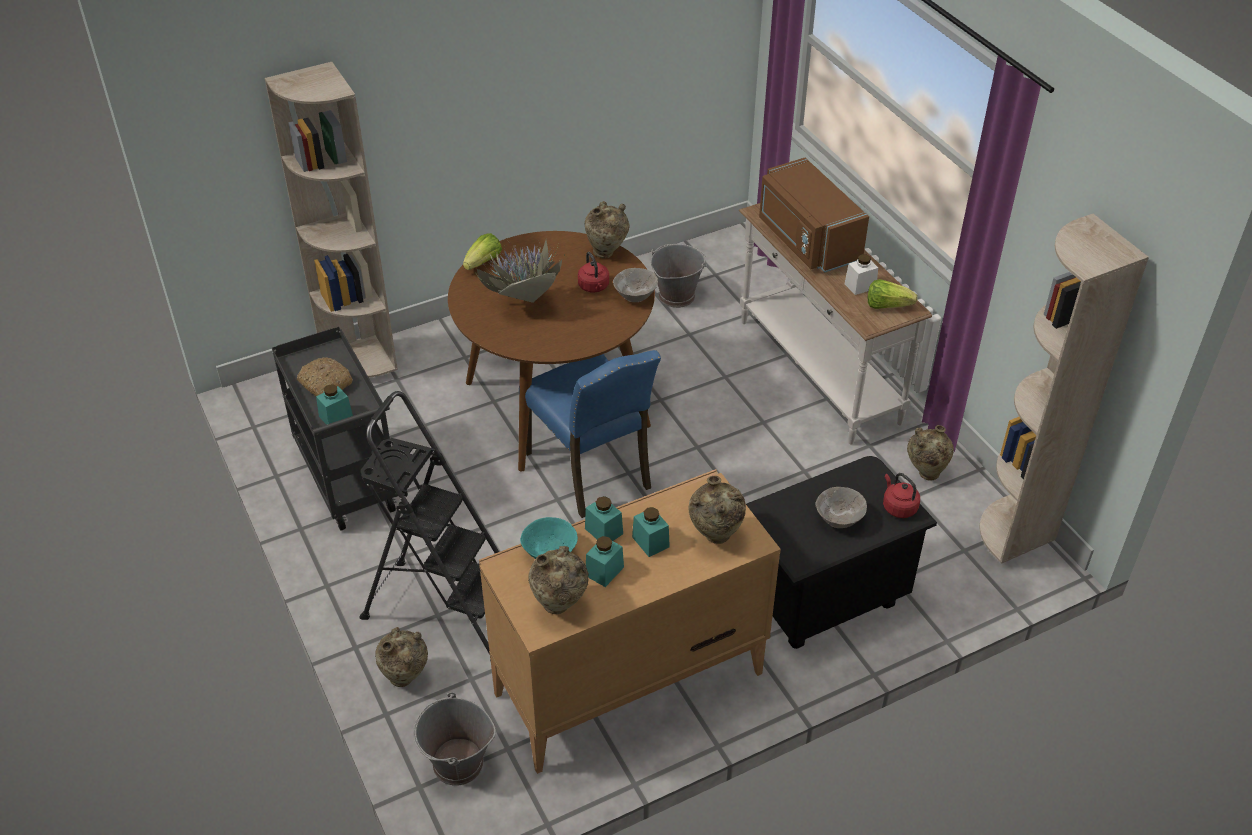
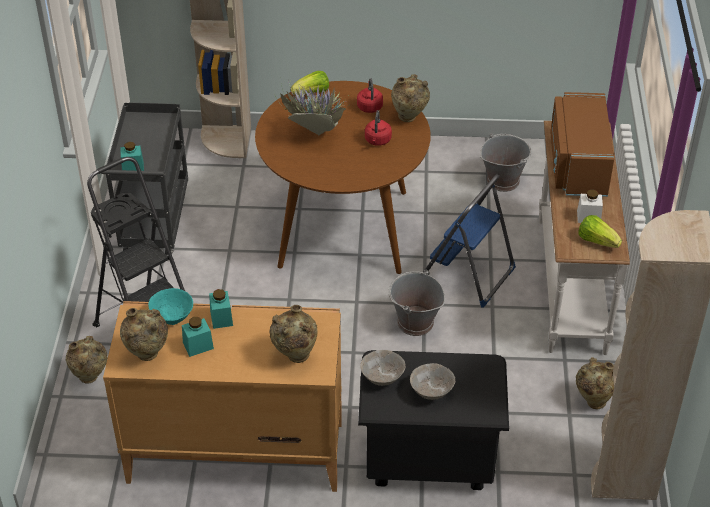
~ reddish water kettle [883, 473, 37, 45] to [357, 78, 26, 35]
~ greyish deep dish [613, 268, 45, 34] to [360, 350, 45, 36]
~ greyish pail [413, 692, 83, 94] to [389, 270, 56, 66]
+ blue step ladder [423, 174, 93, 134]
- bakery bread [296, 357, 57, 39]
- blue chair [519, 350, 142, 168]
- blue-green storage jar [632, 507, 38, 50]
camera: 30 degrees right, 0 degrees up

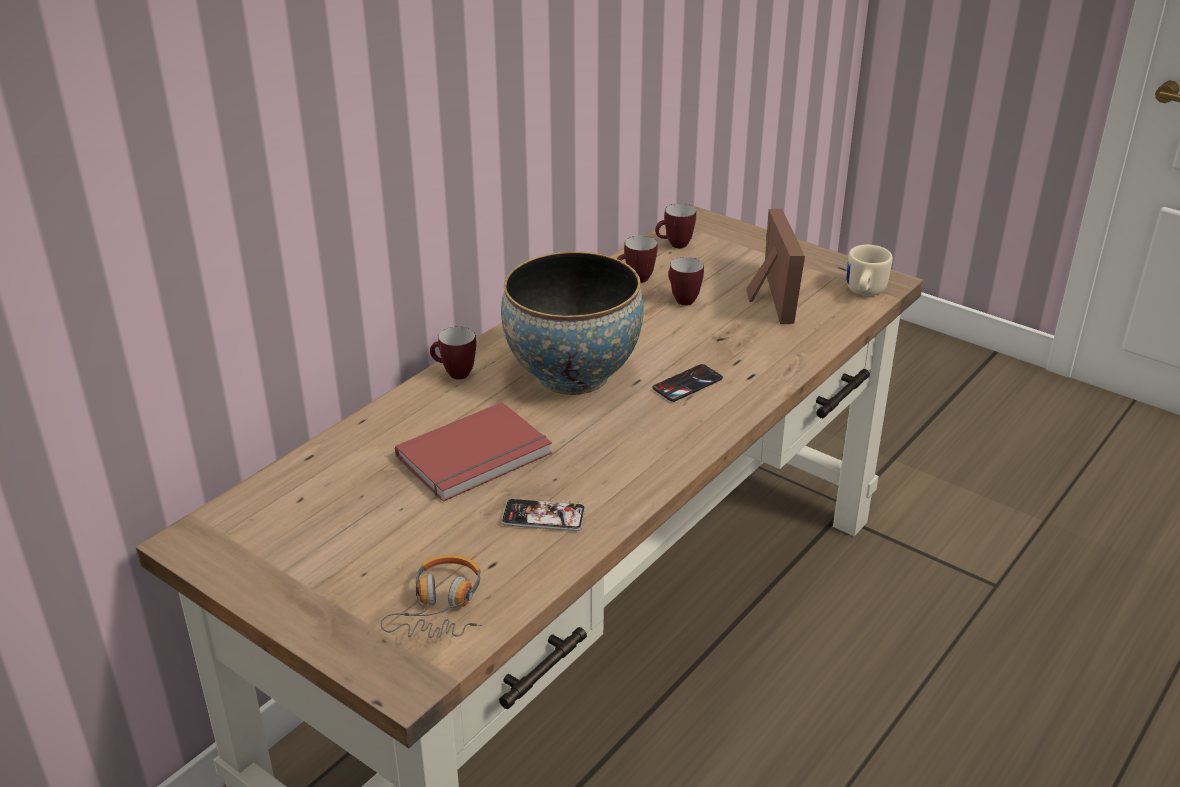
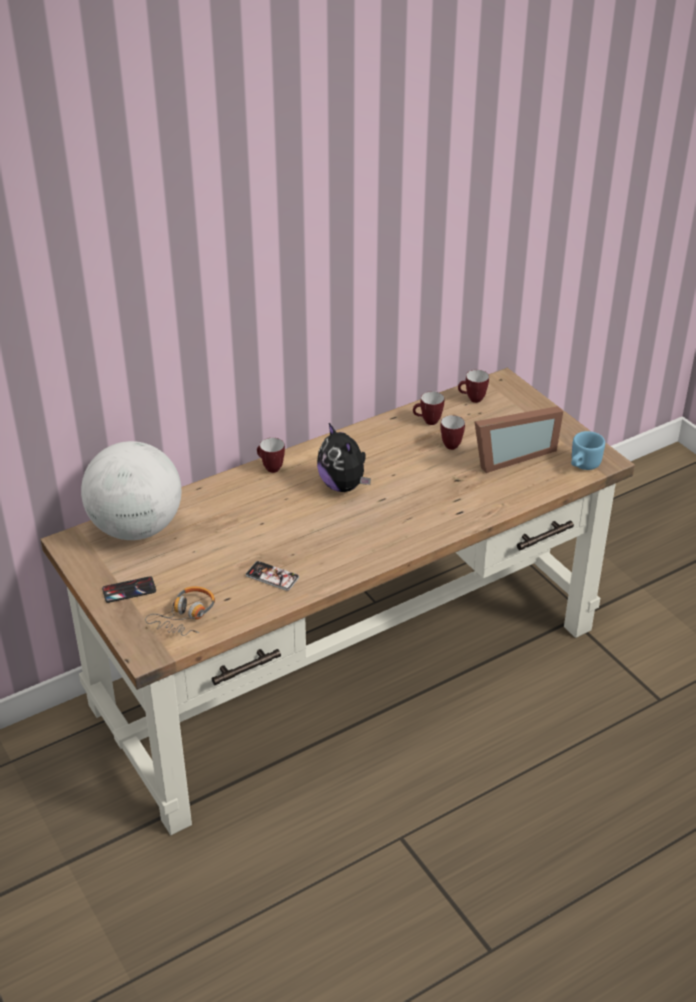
+ globe [81, 441, 101, 99]
~ handset [653, 364, 70, 38] to [102, 576, 54, 27]
~ deep dish [501, 251, 142, 144] to plush toy [317, 423, 54, 69]
~ photo frame [746, 209, 59, 115] = [475, 406, 88, 67] 45 degrees clockwise
~ sand-coloured coffee mug [847, 245, 46, 51] to blue coffee mug [571, 431, 34, 39]
- reddish book [395, 402, 157, 100]
camera: 20 degrees right, 5 degrees up

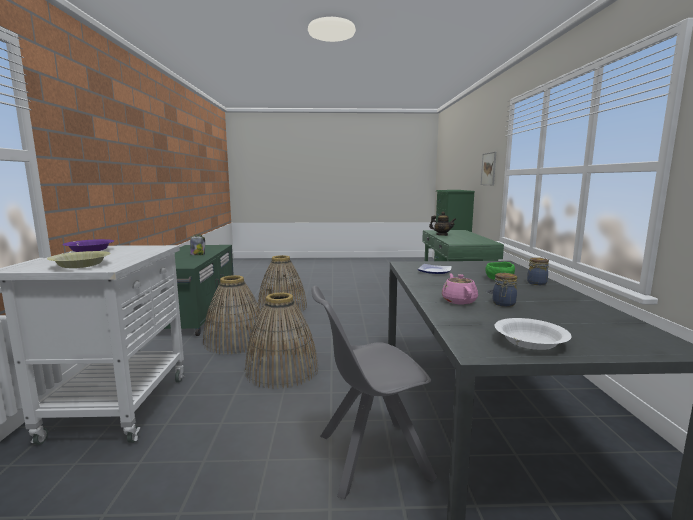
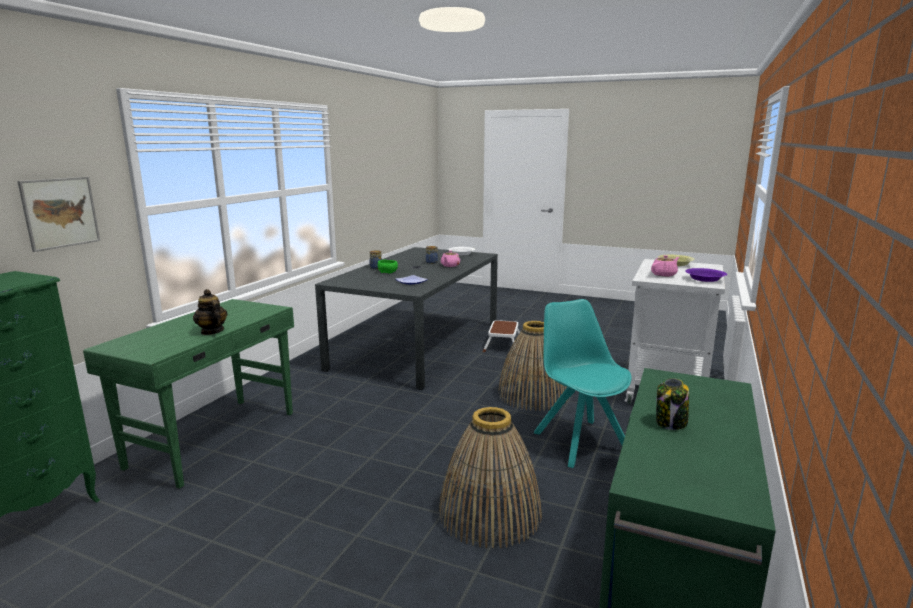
~ greyish chair [311, 286, 126, 213] to brownish step ladder [483, 320, 38, 32]
~ household basket [203, 275, 62, 80] to blue-green chair [534, 299, 98, 169]
+ pinkish teapot [651, 255, 28, 22]
camera: 155 degrees left, 5 degrees up

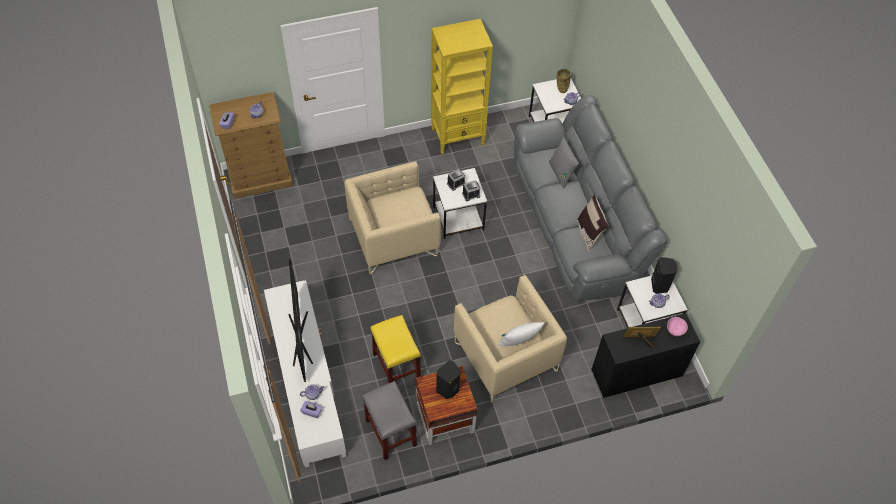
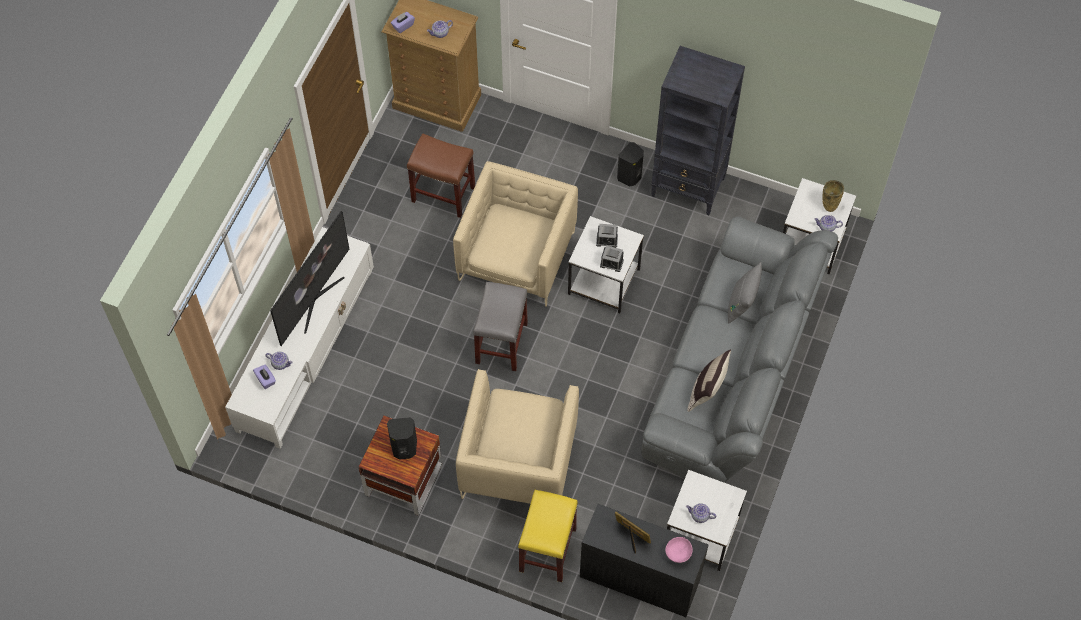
+ brownish stool seat [407, 133, 68, 85]
~ sand-coloured lounge chair [344, 161, 97, 113] = [453, 161, 125, 146] 90 degrees clockwise
~ greyish stool seat [362, 381, 55, 79] to [473, 282, 55, 89]
~ yellow stool seat [371, 315, 50, 68] to [518, 490, 60, 92]
~ black loudspeaker [651, 257, 27, 37] to [617, 142, 27, 45]
~ yellow bookcase [431, 19, 62, 135] to black bookcase [651, 46, 94, 169]
- whitish pillow [498, 322, 47, 24]
camera: 40 degrees right, 5 degrees up

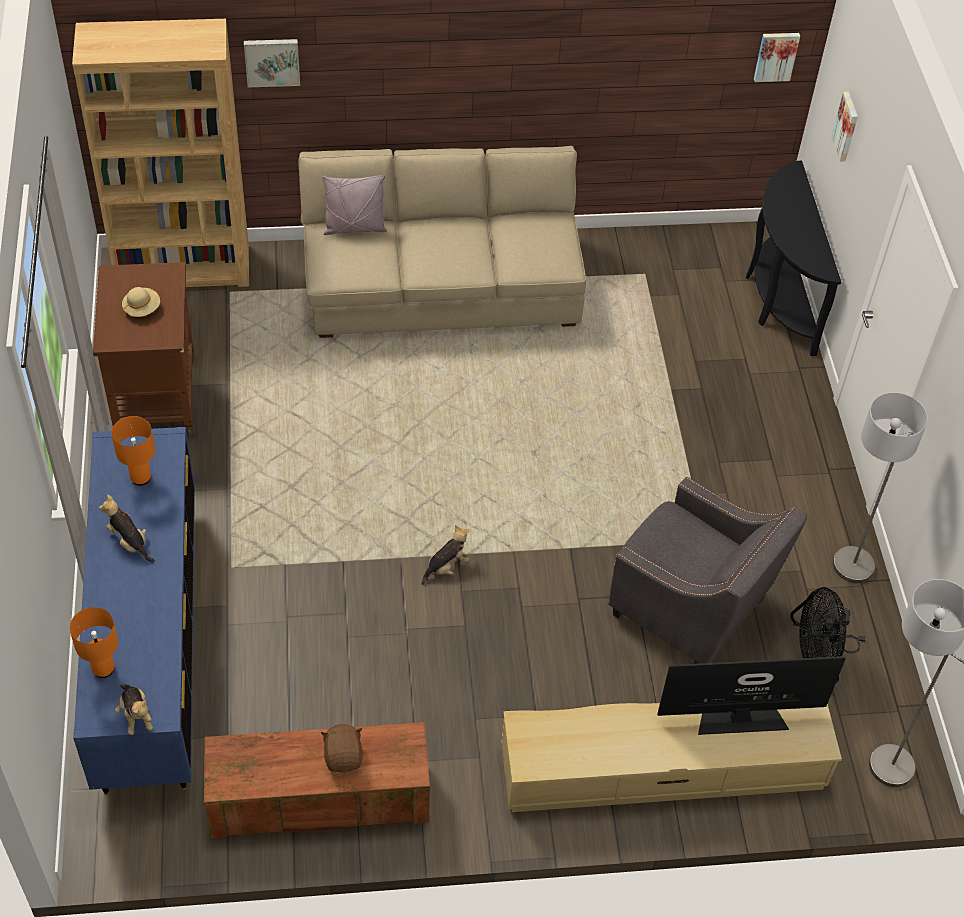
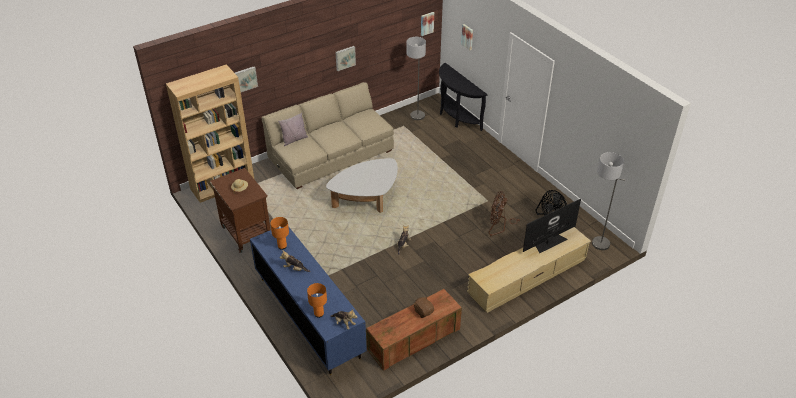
+ whitish coffee table [326, 158, 72, 55]
+ wall art [335, 46, 21, 25]
~ greyish floor lamp [833, 392, 95, 191] to [406, 37, 20, 83]
~ greyish lounge chair [608, 477, 199, 187] to brownish electric fan [489, 191, 32, 46]
camera: 25 degrees left, 10 degrees down

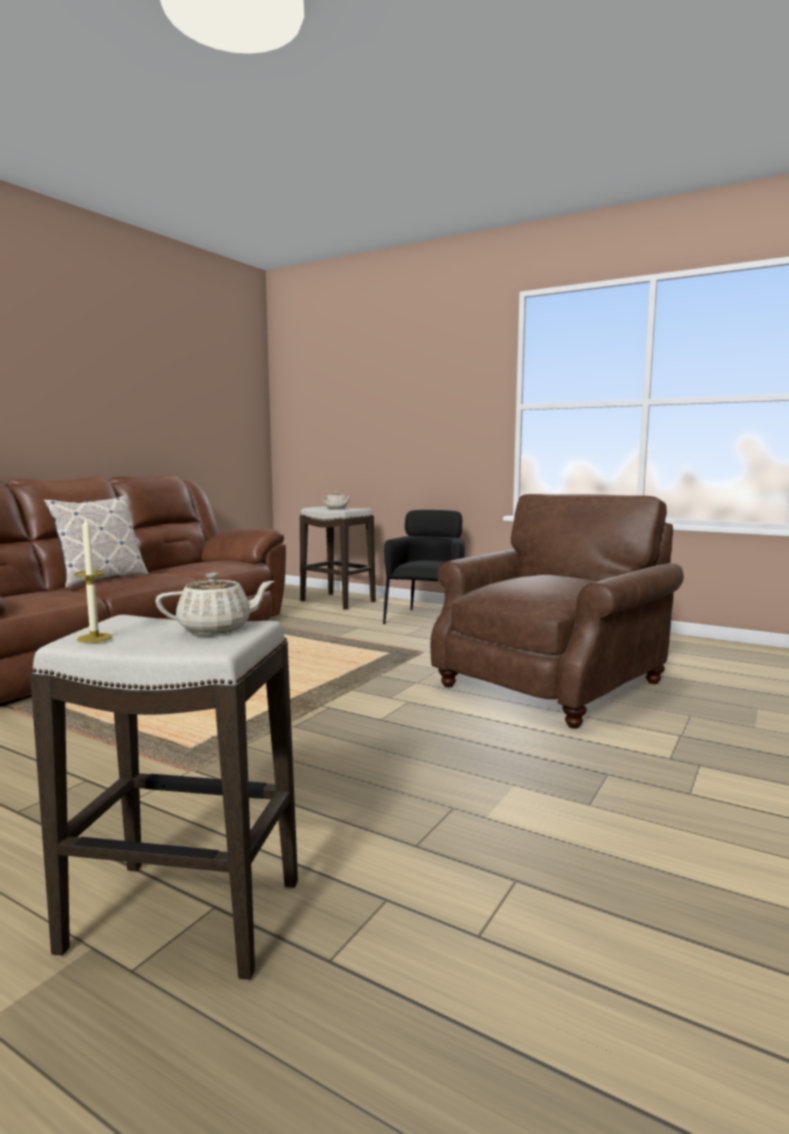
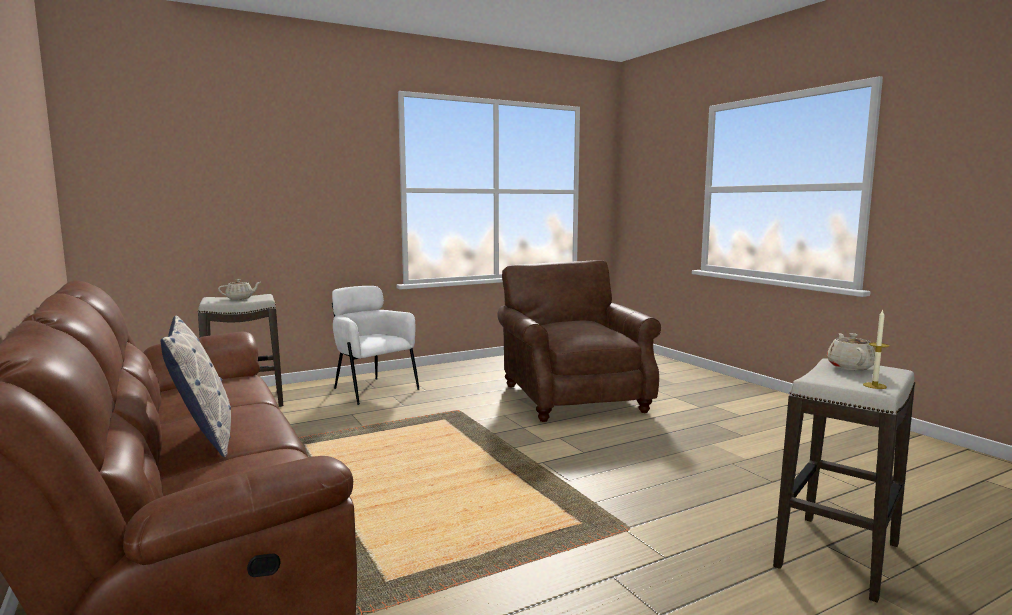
~ black lounge chair [383, 510, 82, 114] to whitish lounge chair [332, 286, 88, 119]
camera: 60 degrees left, 0 degrees up

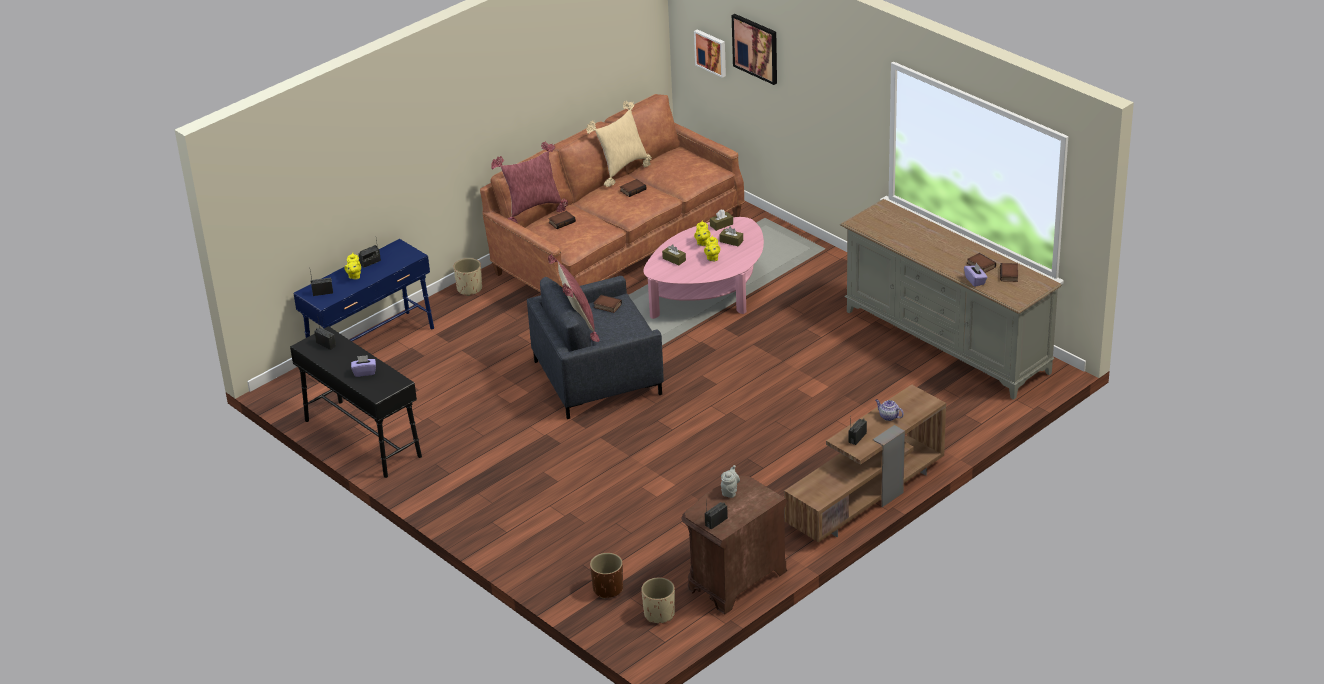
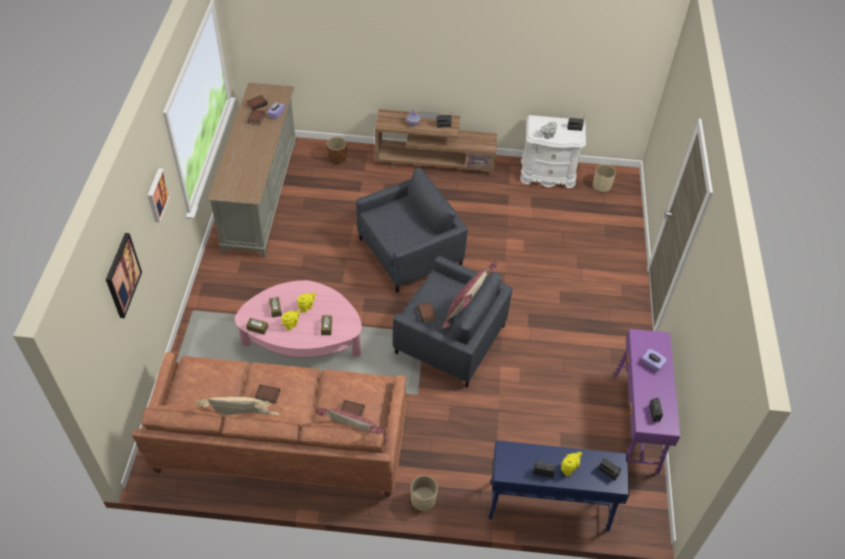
~ wall art [694, 29, 32, 49] to [148, 168, 22, 55]
~ brownish flower pot [590, 553, 33, 46] to [327, 137, 20, 28]
+ greyish lounge chair [356, 168, 112, 125]
~ brownish bedside table [681, 476, 106, 139] to whitish bedside table [520, 115, 66, 73]
~ black narrow table [290, 326, 132, 152] to purple-coloured narrow table [615, 329, 65, 145]
camera: 135 degrees left, 15 degrees up

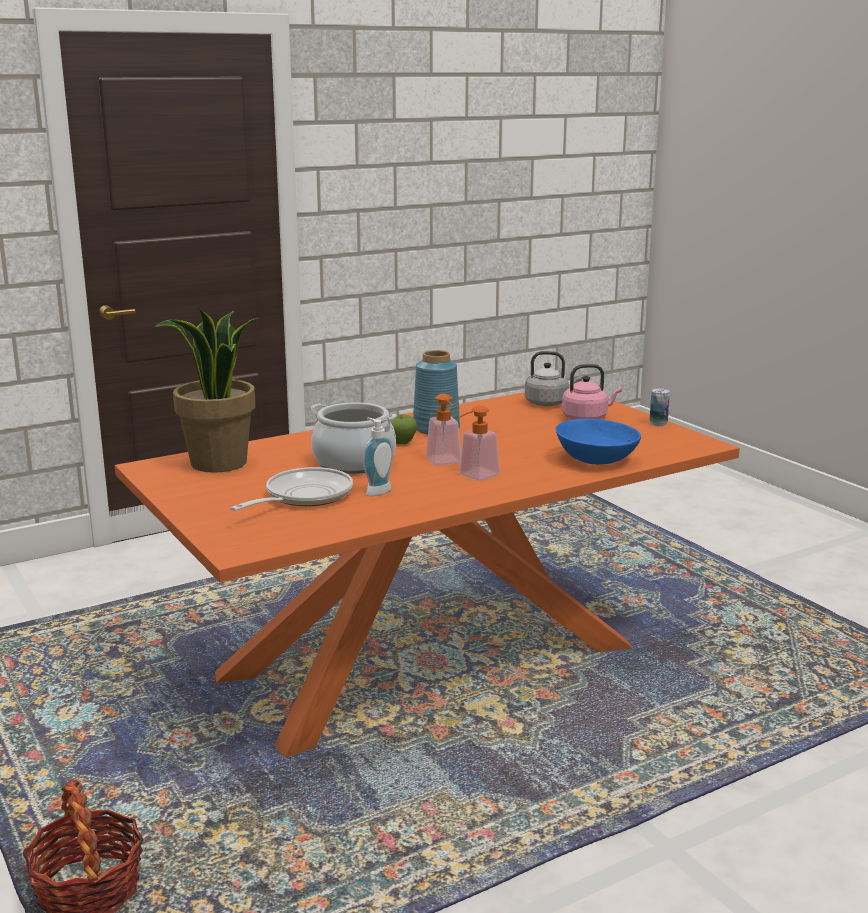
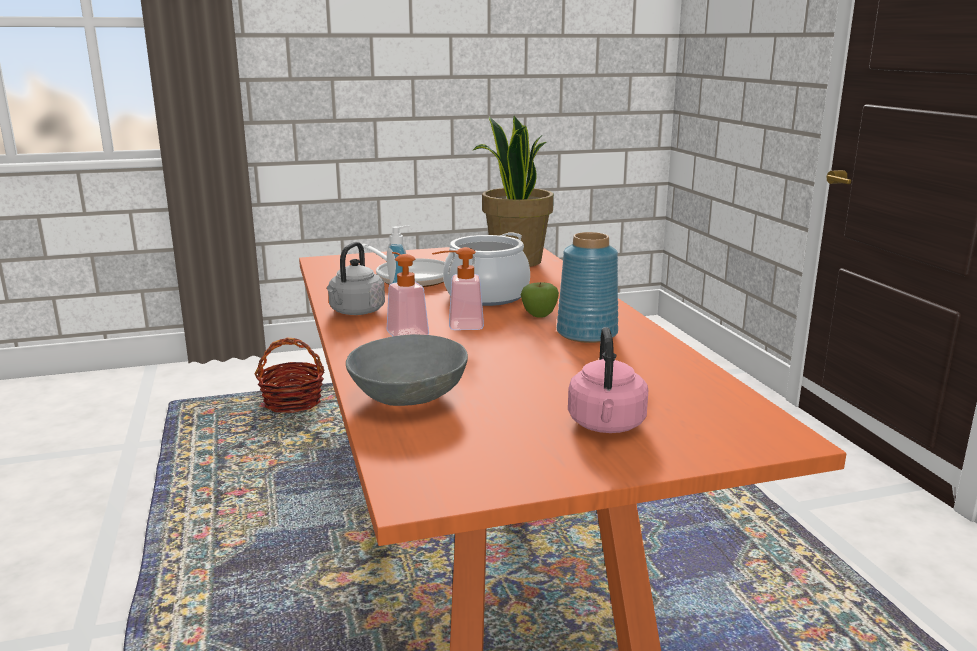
~ greyish water kettle [525, 351, 57, 55] to [327, 242, 58, 73]
~ blue deep dish [556, 419, 85, 45] to greyish deep dish [346, 334, 122, 72]
- metal can [650, 388, 20, 39]
camera: 105 degrees right, 0 degrees up

